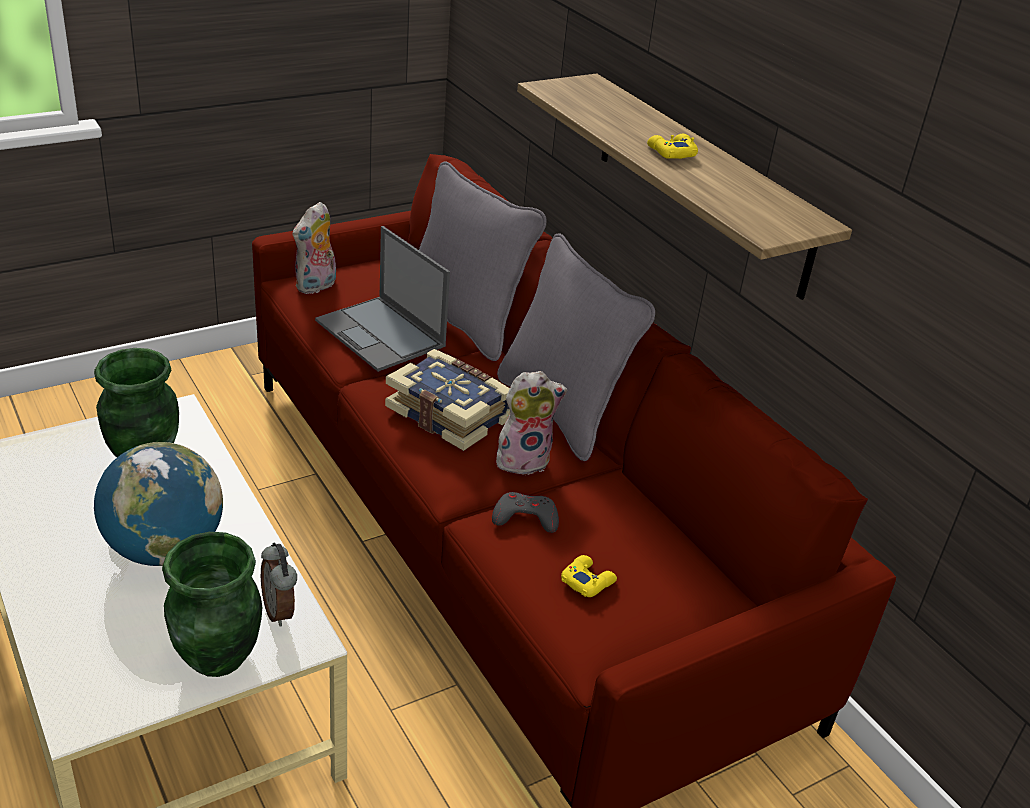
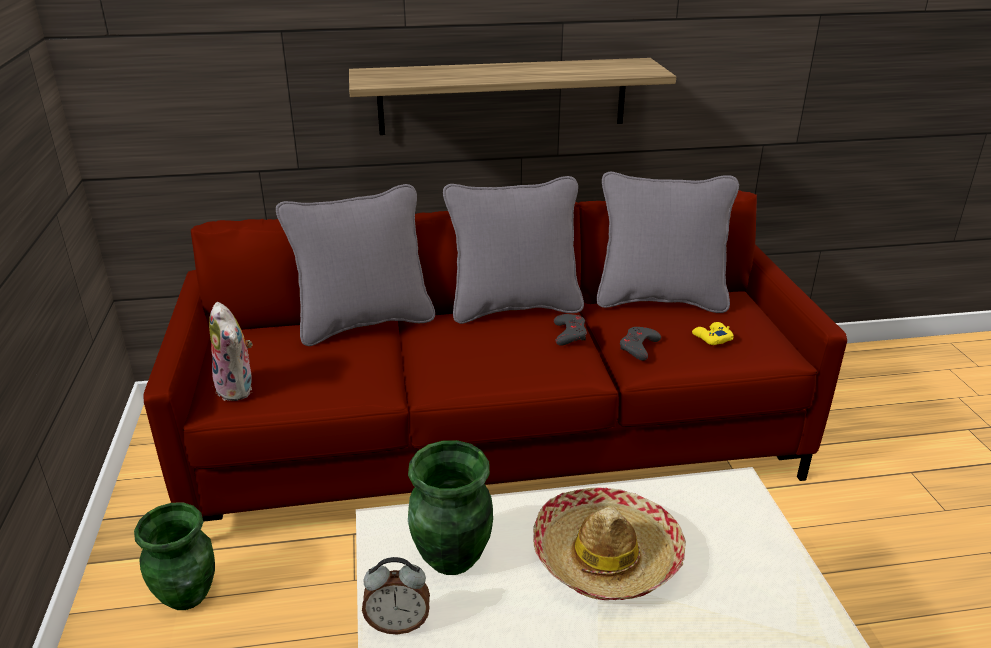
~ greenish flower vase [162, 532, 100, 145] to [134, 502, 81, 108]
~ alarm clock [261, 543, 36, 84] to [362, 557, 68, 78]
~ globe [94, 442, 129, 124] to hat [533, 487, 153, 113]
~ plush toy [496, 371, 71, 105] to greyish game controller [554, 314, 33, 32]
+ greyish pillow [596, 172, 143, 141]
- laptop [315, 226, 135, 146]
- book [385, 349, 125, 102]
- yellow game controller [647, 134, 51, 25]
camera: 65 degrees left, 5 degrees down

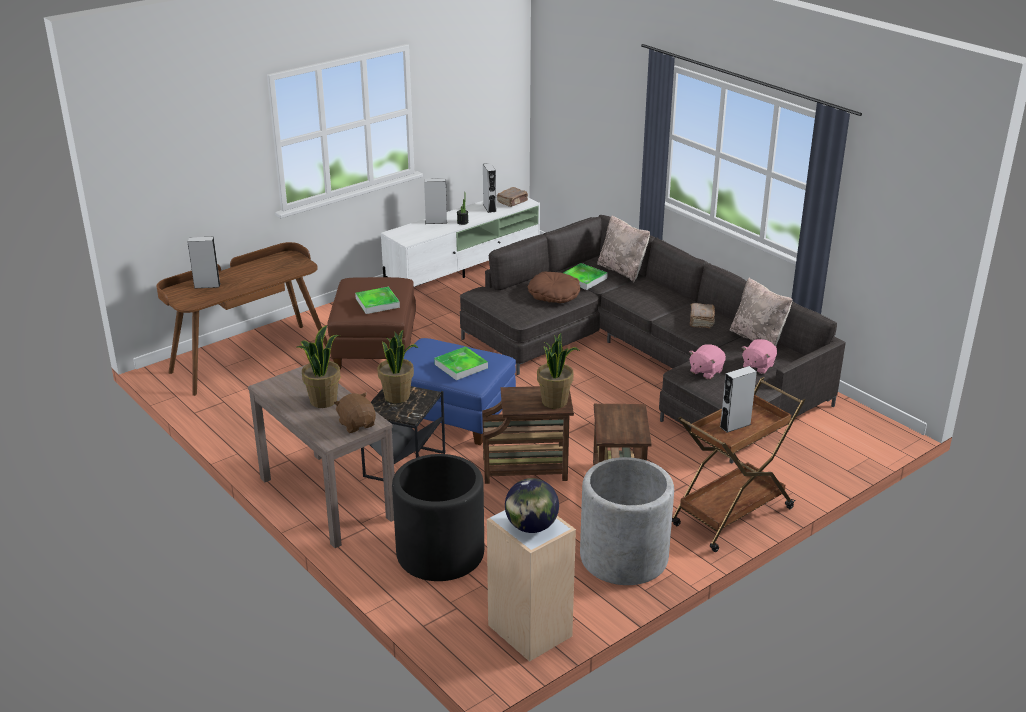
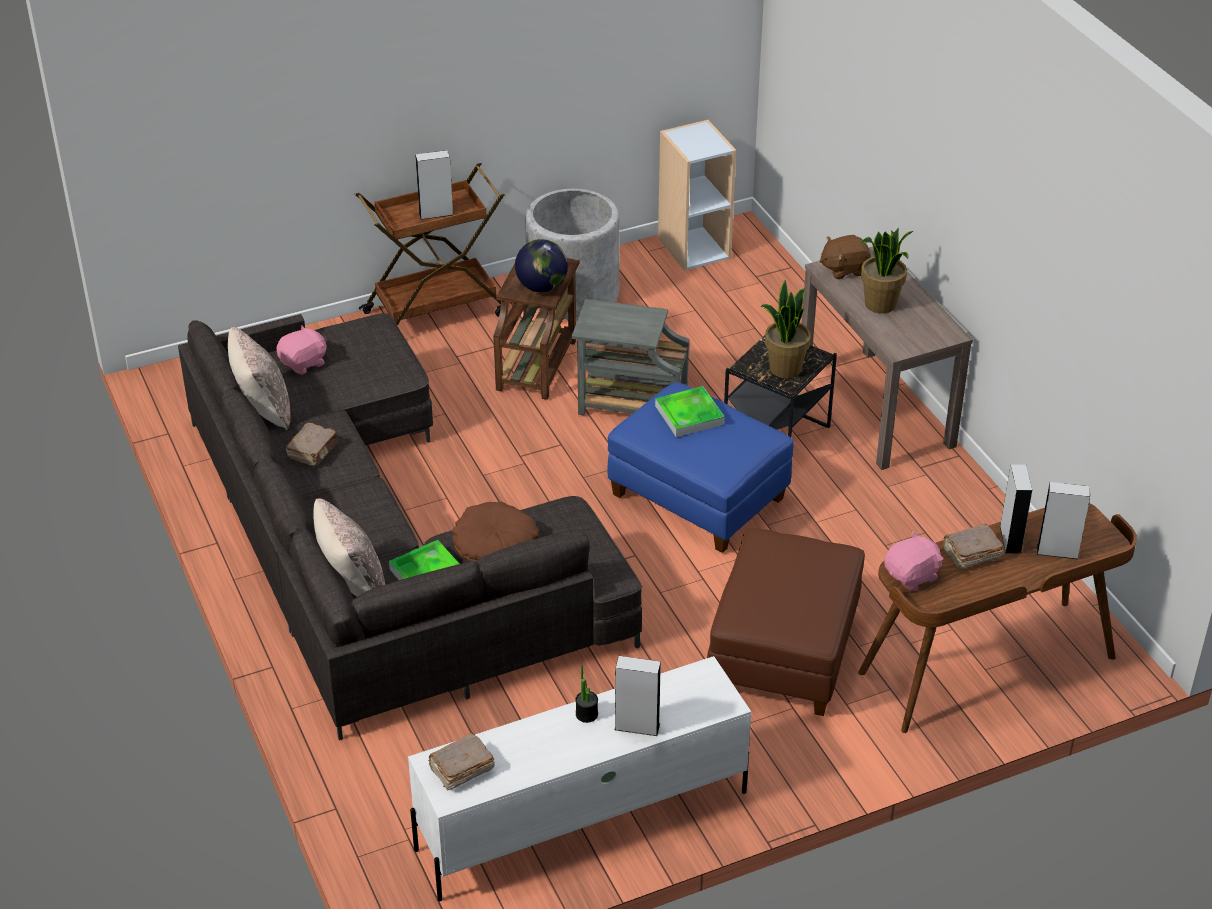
~ globe [505, 478, 54, 55] to [515, 239, 53, 53]
~ brownish accent table [482, 386, 92, 98] to greyish accent table [572, 299, 117, 116]
~ brownish plush toy [334, 392, 42, 41] = [819, 235, 52, 44] 90 degrees clockwise
~ pinkish plush toy [689, 344, 37, 35] to [884, 531, 59, 60]
+ brownish book [942, 524, 62, 45]
~ greyish loudspeaker [483, 163, 13, 50] to [1000, 464, 32, 89]
- tray [355, 287, 45, 27]
- black flower pot [392, 454, 92, 127]
- potted plant [537, 333, 43, 75]
camera: 165 degrees left, 10 degrees up

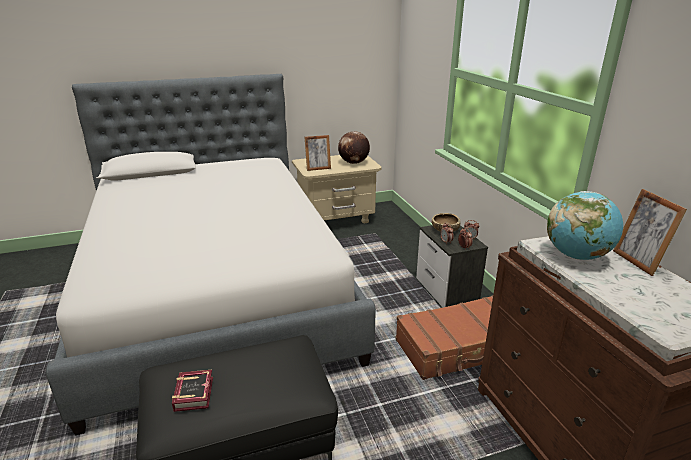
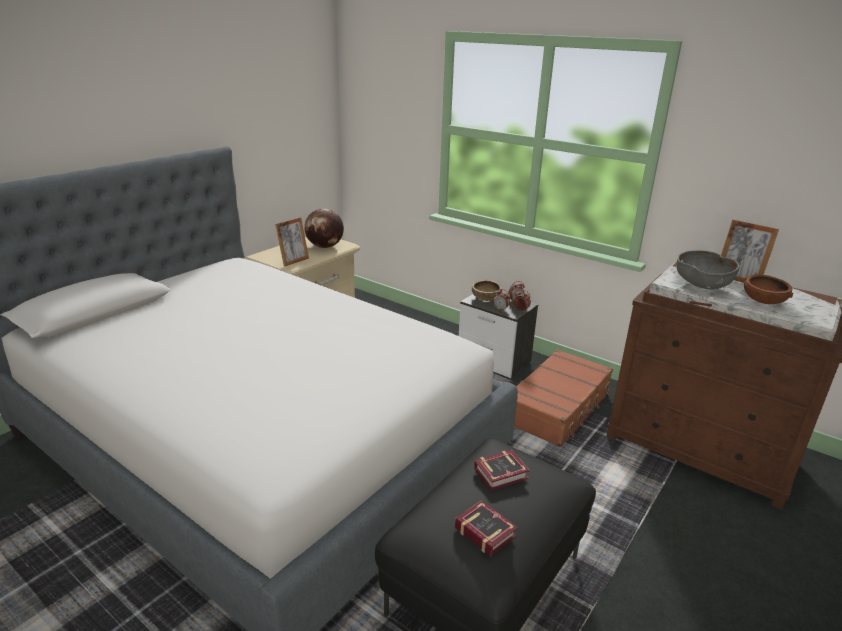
+ book [474, 450, 56, 40]
~ globe [547, 191, 76, 69] to greyish deep dish [676, 250, 64, 40]
+ brownish deep dish [744, 275, 49, 29]
camera: 35 degrees left, 0 degrees up

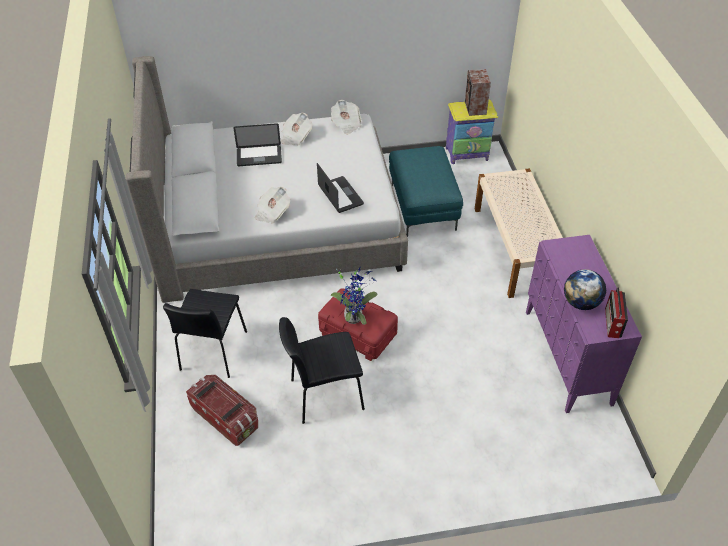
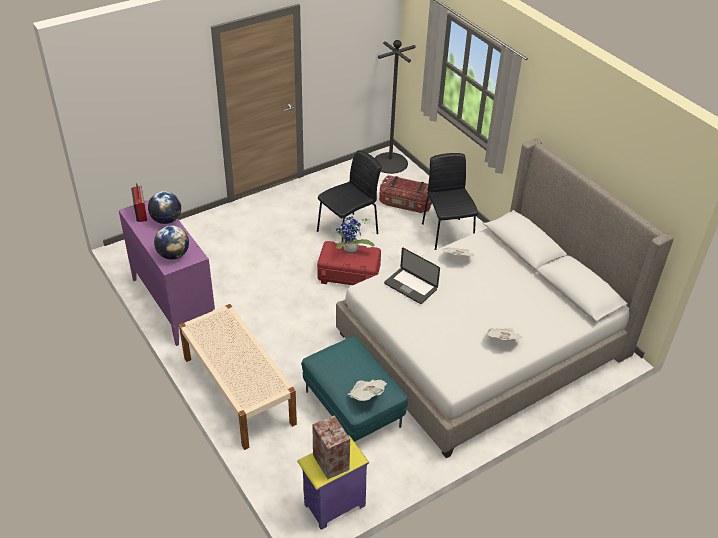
+ globe [154, 225, 35, 35]
~ printed paper [331, 100, 31, 35] to [347, 380, 40, 21]
+ black garment stand [375, 40, 41, 134]
- laptop [233, 123, 49, 43]
camera: 155 degrees right, 5 degrees down

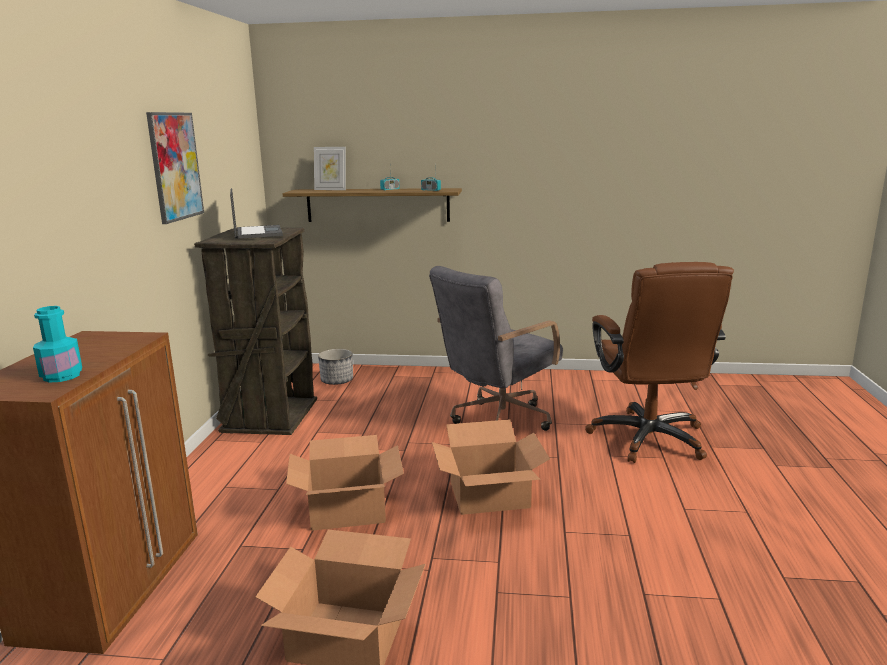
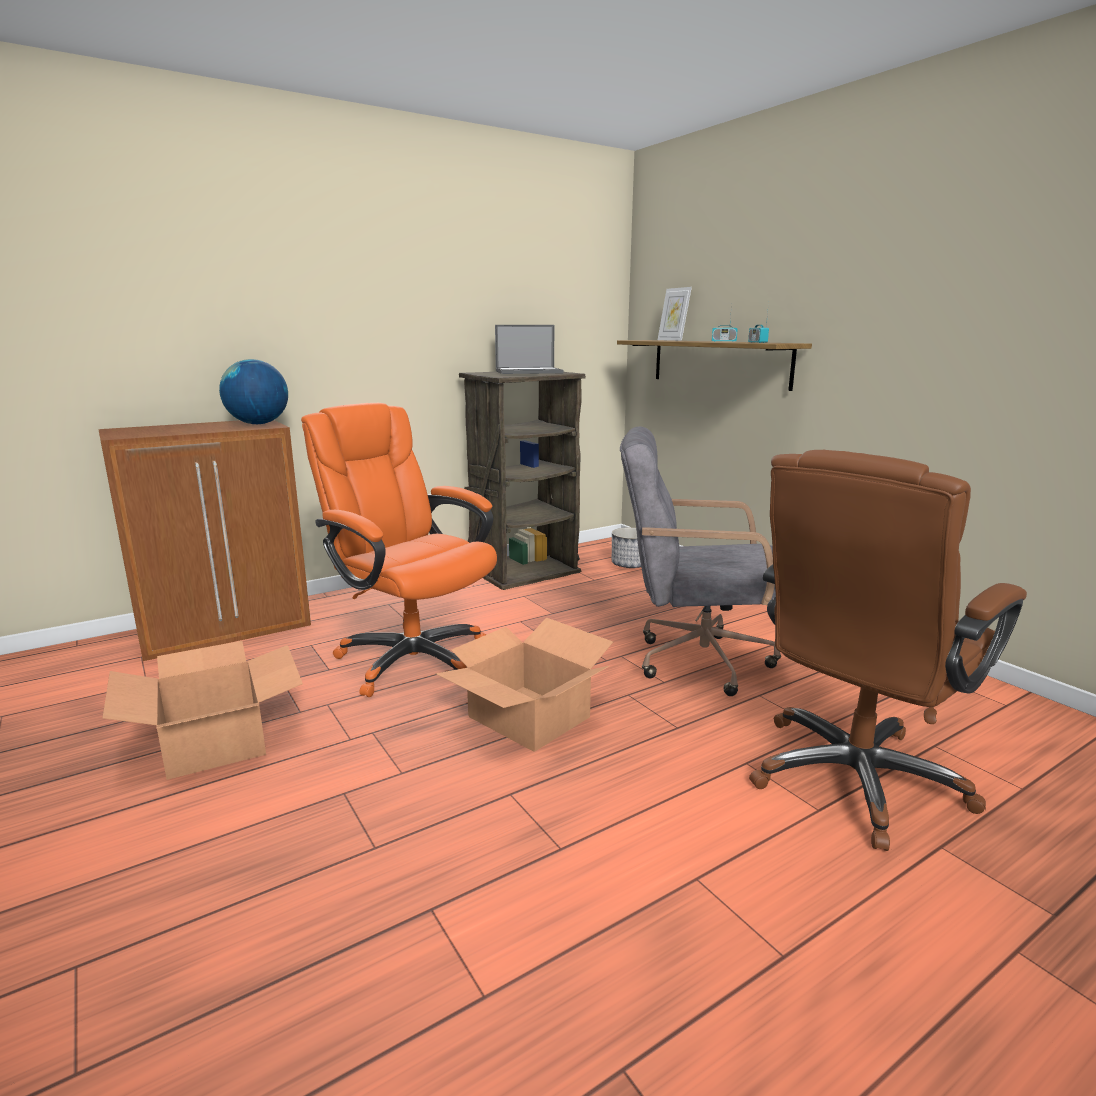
+ globe [219, 359, 69, 65]
~ packing box [286, 435, 118, 96] to orangey desk chair [301, 403, 196, 294]
~ laptop [230, 188, 53, 51] = [495, 325, 69, 49] 45 degrees clockwise
- blue-green beverage bottle [33, 306, 49, 77]
- wall art [146, 112, 58, 112]
camera: 50 degrees right, 0 degrees up

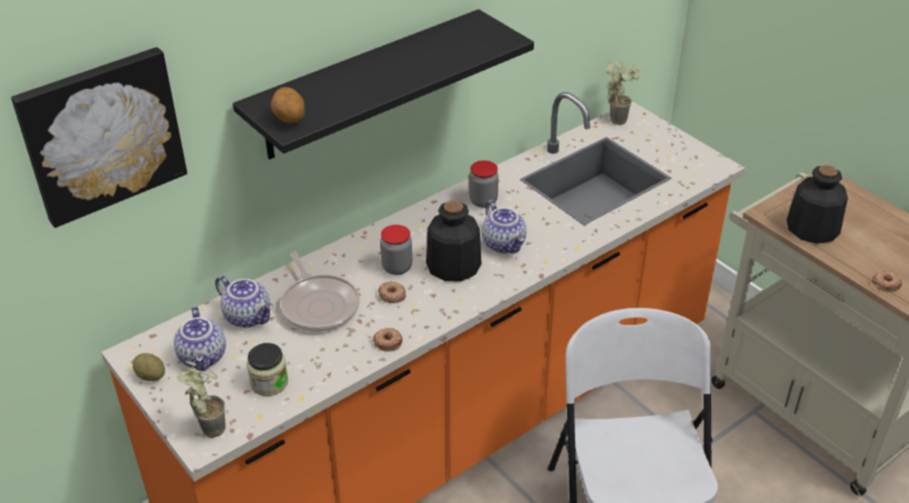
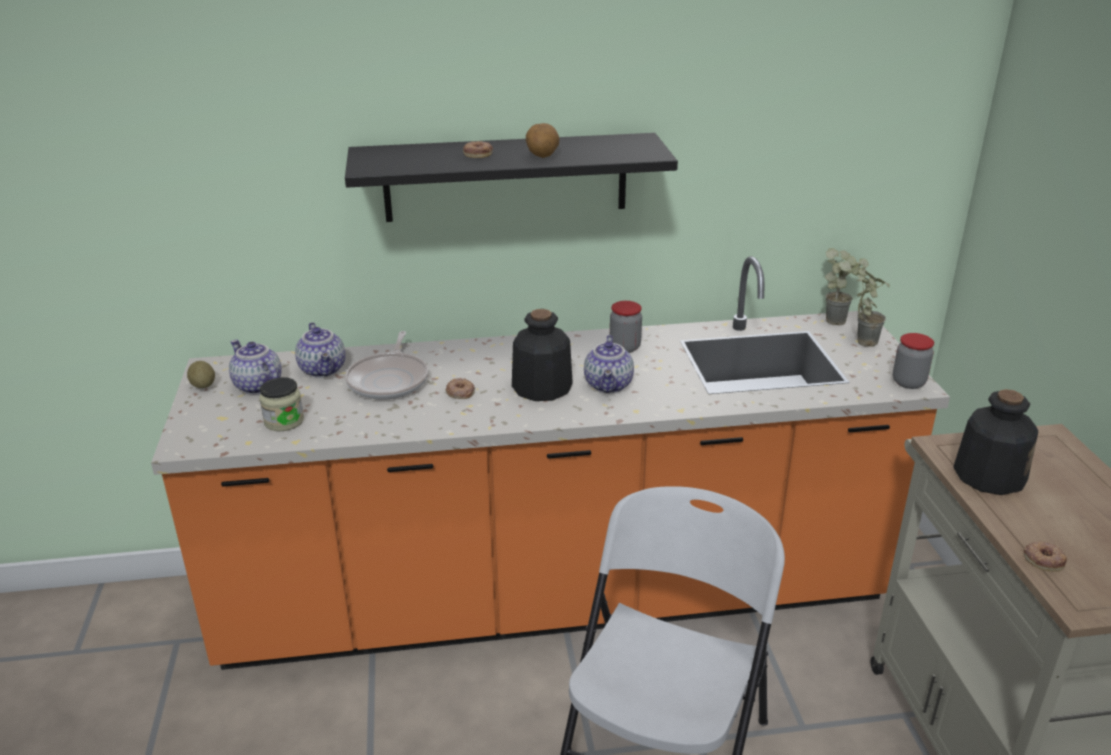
~ teapot [174, 306, 52, 65] = [229, 340, 53, 54] 120 degrees clockwise
~ donut [373, 328, 30, 23] to [463, 141, 30, 17]
~ whole potato [271, 87, 34, 36] to [526, 123, 34, 35]
~ potted plant [177, 361, 49, 77] to [857, 271, 33, 76]
~ storage jar [380, 225, 32, 50] to [893, 333, 41, 56]
- wall art [11, 47, 176, 181]
camera: 30 degrees right, 10 degrees down

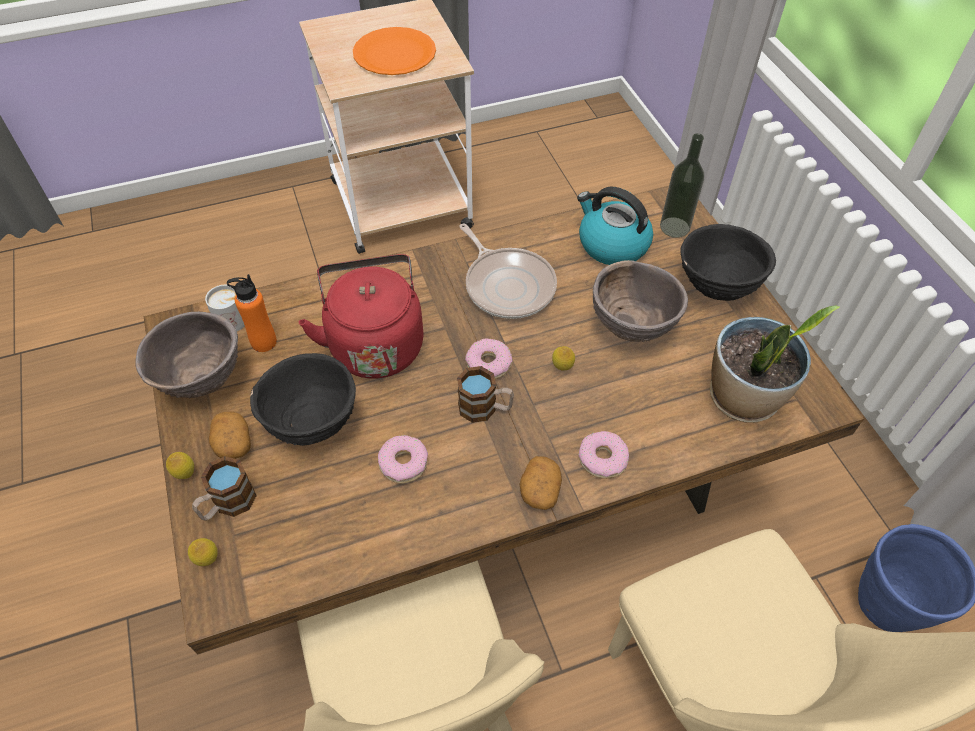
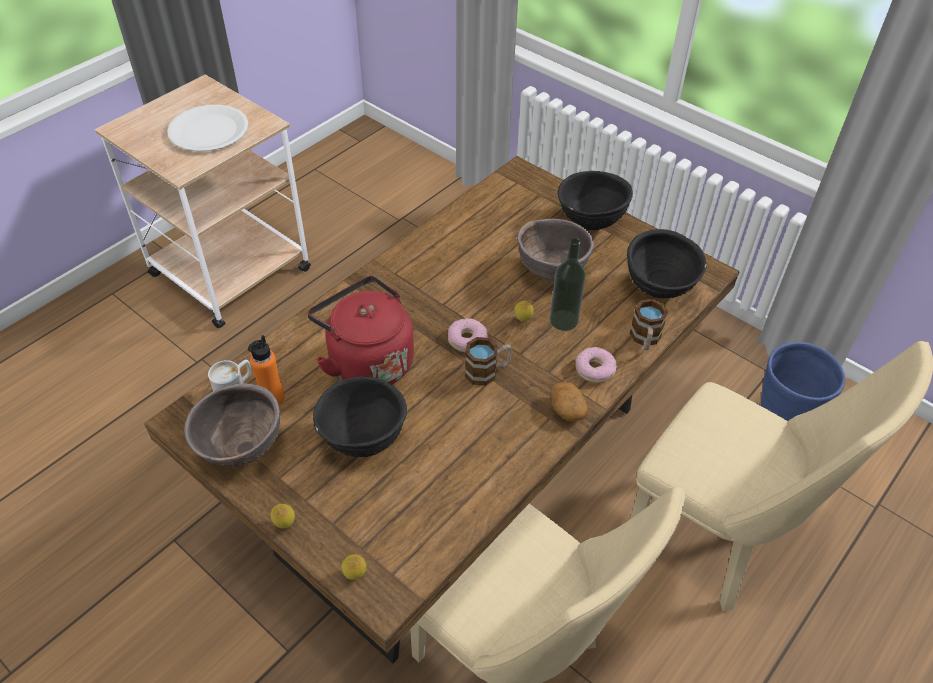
~ orangey flat dish [353, 27, 83, 48] to whitish flat dish [167, 105, 82, 47]
~ beverage bottle [660, 134, 44, 104] to [550, 238, 36, 93]
~ potted plant [710, 306, 129, 117] to black deep dish [627, 229, 80, 69]
~ coffee mug [192, 456, 65, 65] to [630, 299, 38, 51]
- whole potato [209, 412, 42, 47]
- donut [378, 435, 50, 49]
- pan [460, 224, 97, 95]
- water kettle [577, 187, 76, 78]
camera: 30 degrees left, 5 degrees down

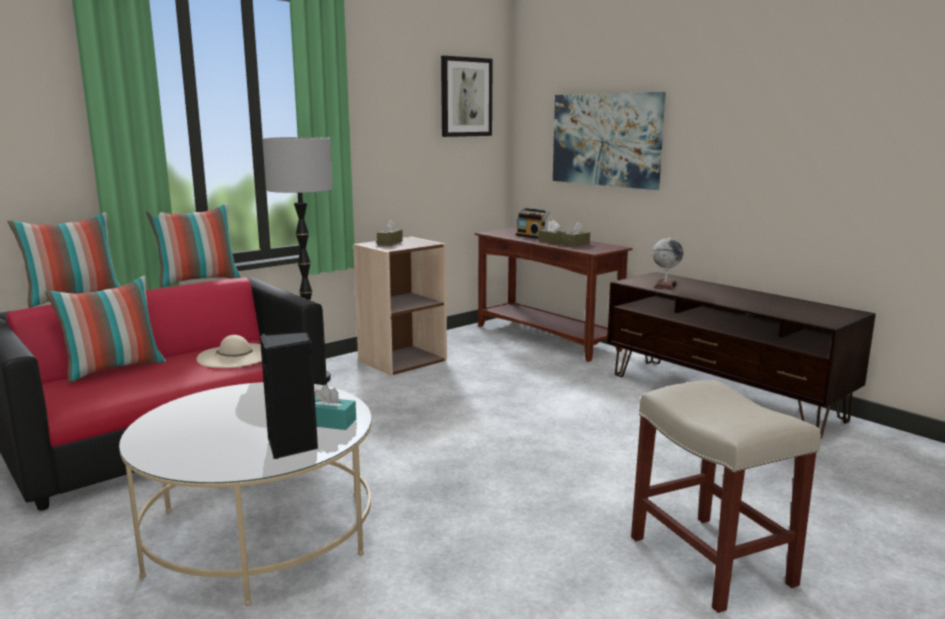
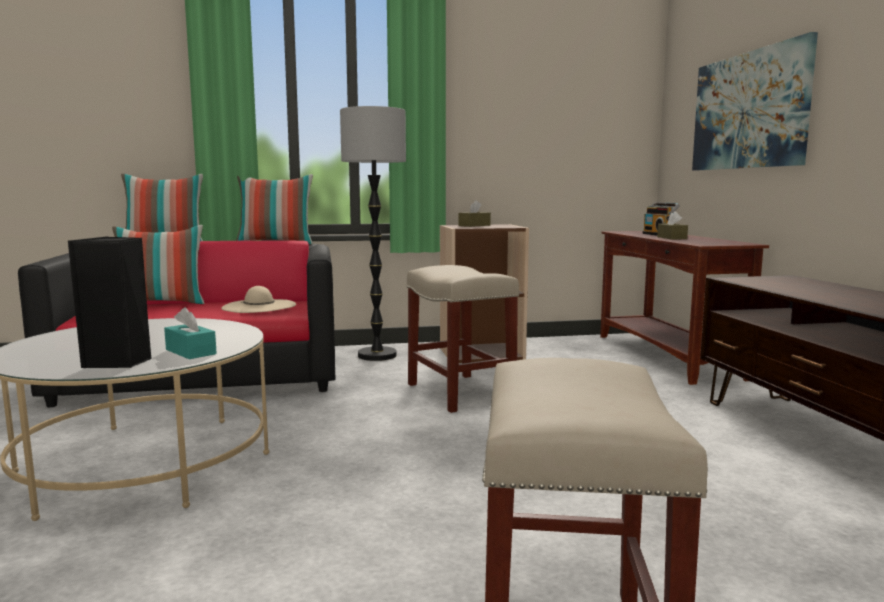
+ sand-coloured stool seat [407, 265, 112, 148]
- wall art [441, 56, 52, 81]
- brownish box of tissues [563, 222, 27, 25]
- globe [652, 236, 31, 54]
camera: 30 degrees right, 5 degrees down

